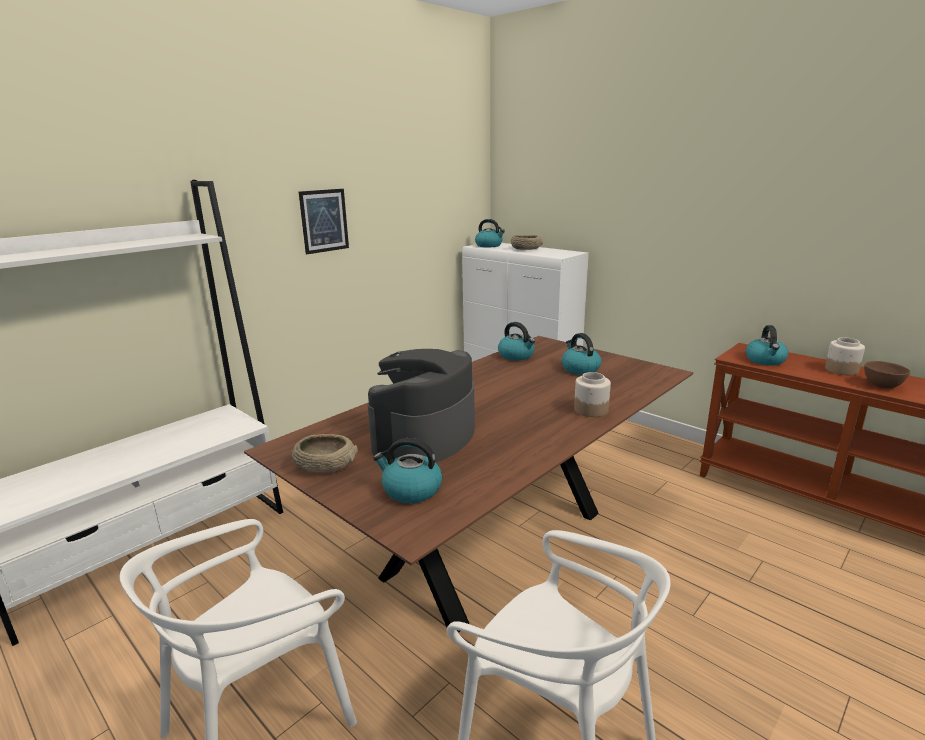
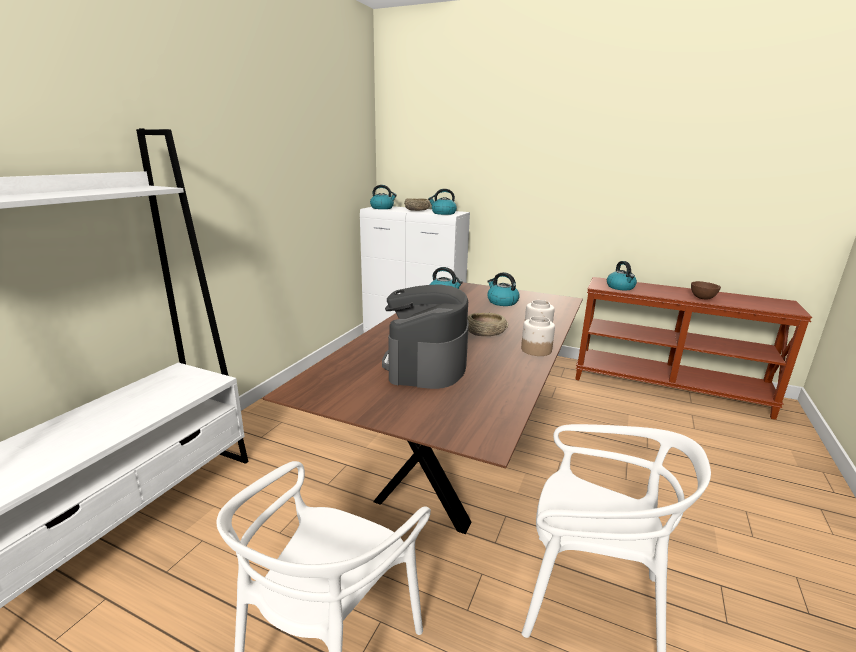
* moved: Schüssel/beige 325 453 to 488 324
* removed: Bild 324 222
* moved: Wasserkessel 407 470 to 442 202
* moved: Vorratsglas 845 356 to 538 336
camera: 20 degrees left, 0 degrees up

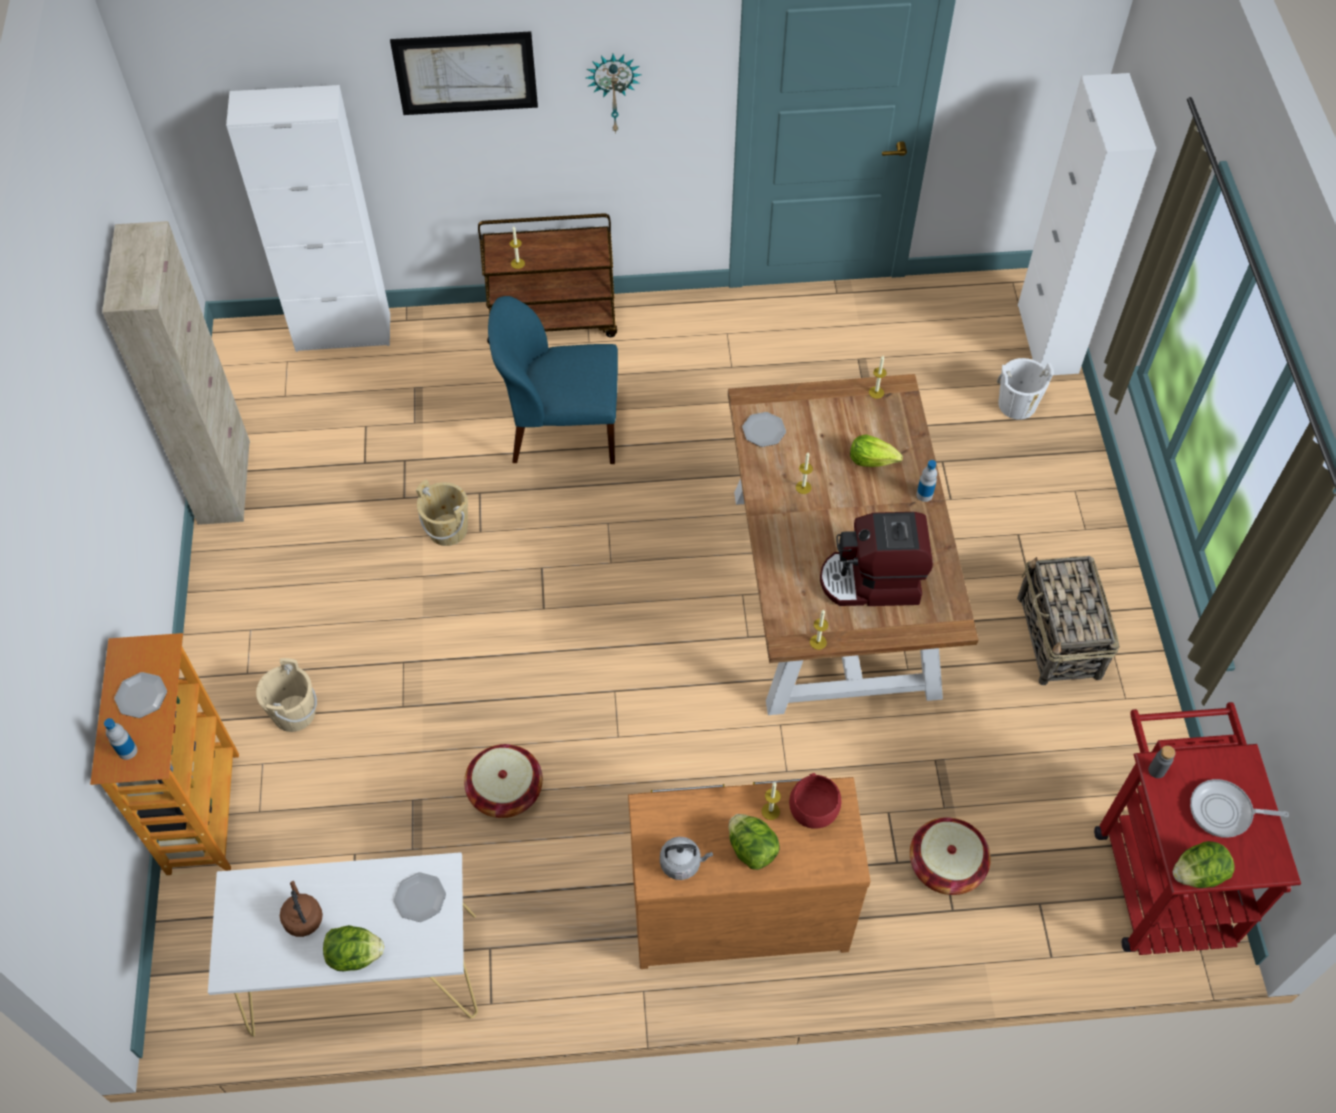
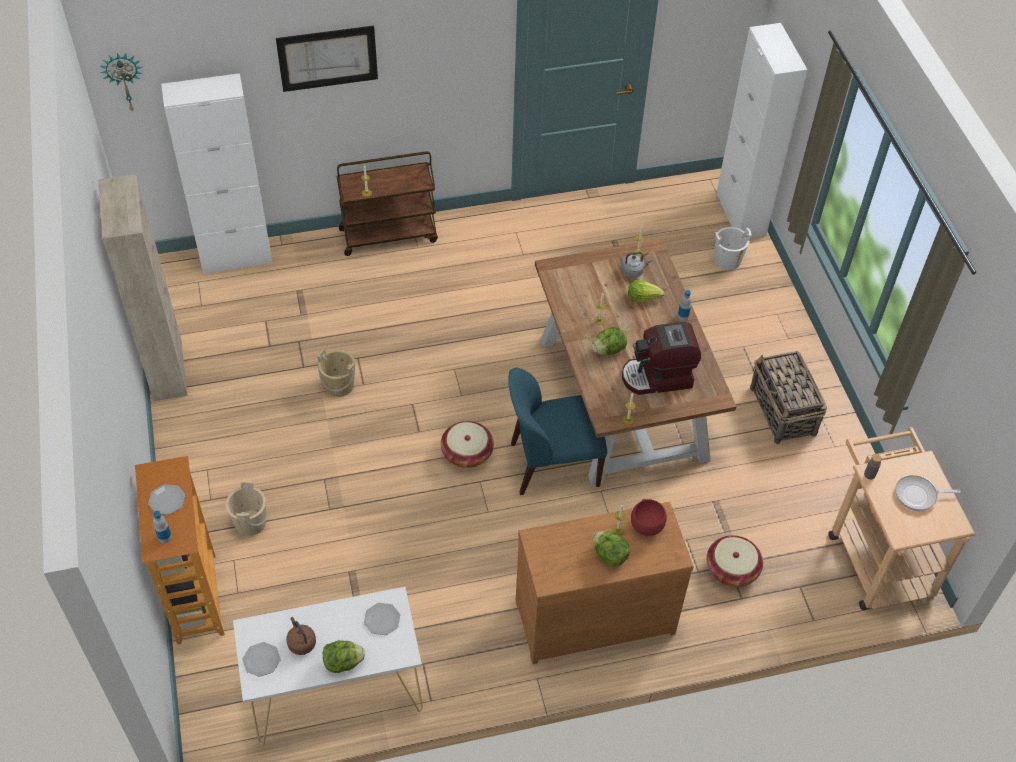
* moved: Korb 503 781 to 467 444
* moved: Stuhl/blau 553 380 to 557 431
* moved: Wanduhr 614 94 to 121 82
* moved: Wasserkessel/grau 686 858 to 636 265
* moved: Teller 764 429 to 261 659
* recoloured: Rollwagen/rot 1197 828 to Rollwagen/beige 901 518
* moved: Salatkopf 1204 864 to 609 341
camera: 10 degrees left, 5 degrees down

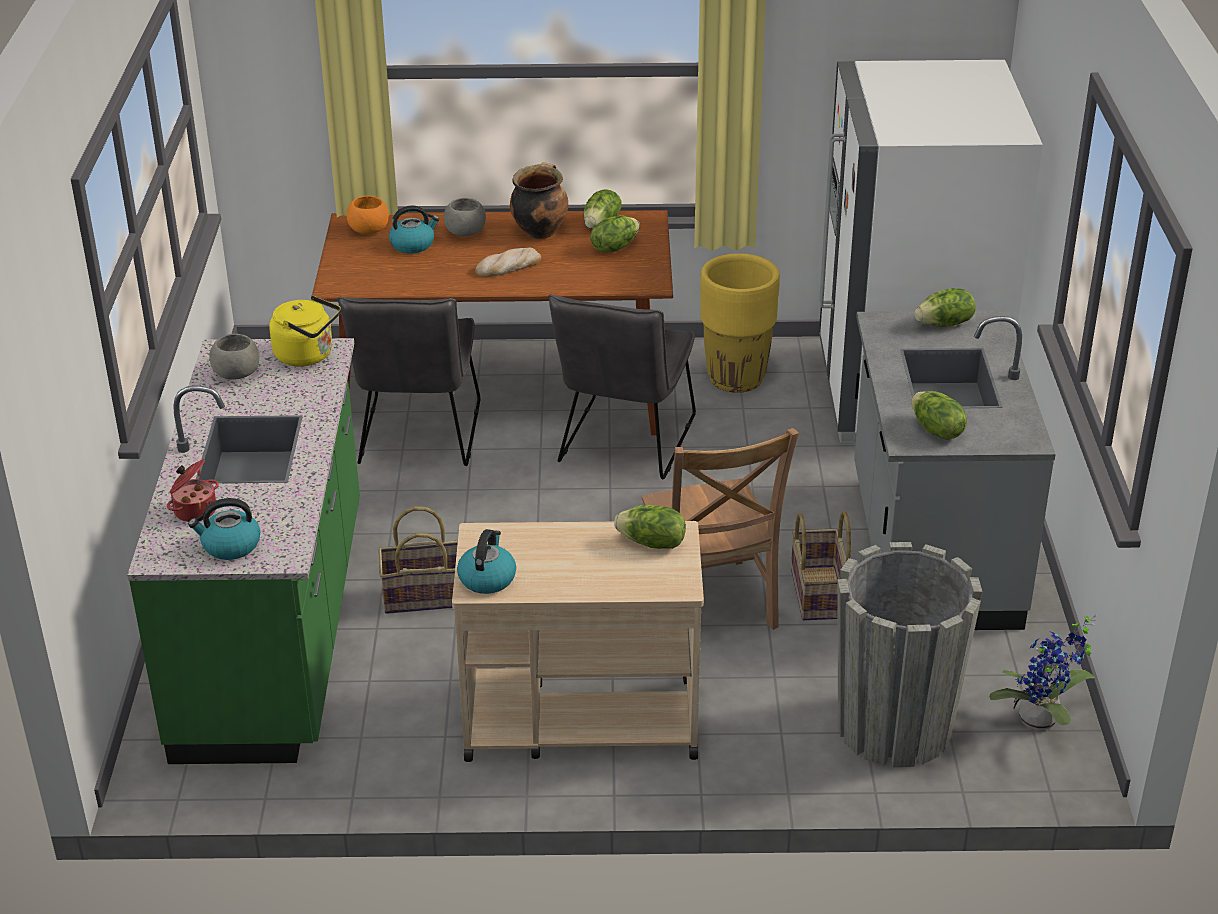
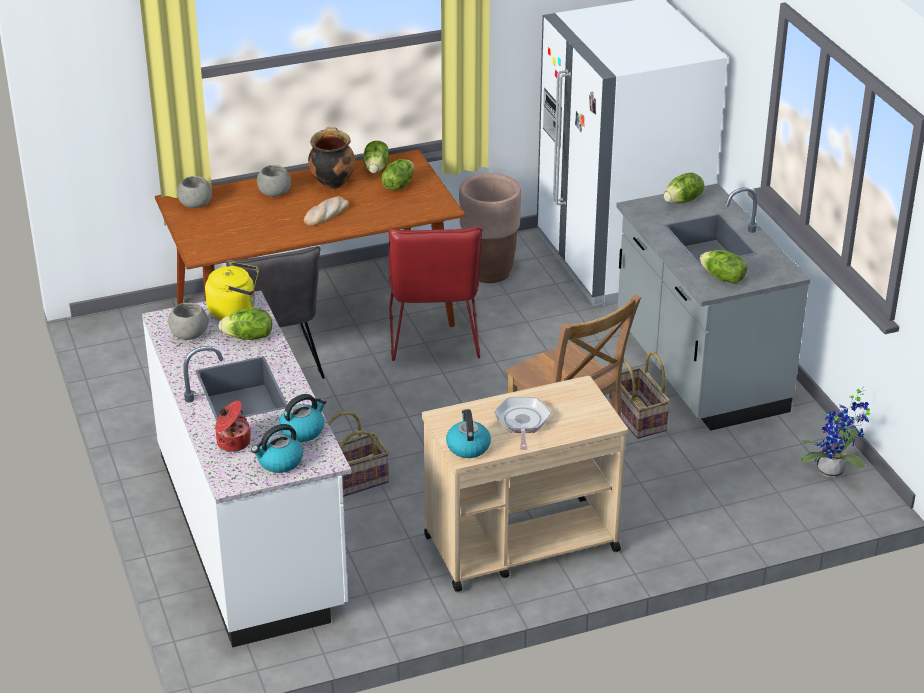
* recoloured: Küchenzeile/grün 243 551 to Küchenzeile/weiß 246 469
* recoloured: Schüssel/orange 368 215 to Schüssel/grau 194 192
* moved: Wasserkessel 414 229 to 302 418
* recoloured: Stuhl/grau 622 387 to Stuhl/rot 435 294
* moved: Salatkopf 650 527 to 245 324
* recoloured: Pflanzkübel/gelb 740 323 to Pflanzkübel/braun 490 228
* removed: Pflanzkübel/grau 910 654
* added: Pfanne 522 423
camera: 20 degrees left, 0 degrees up

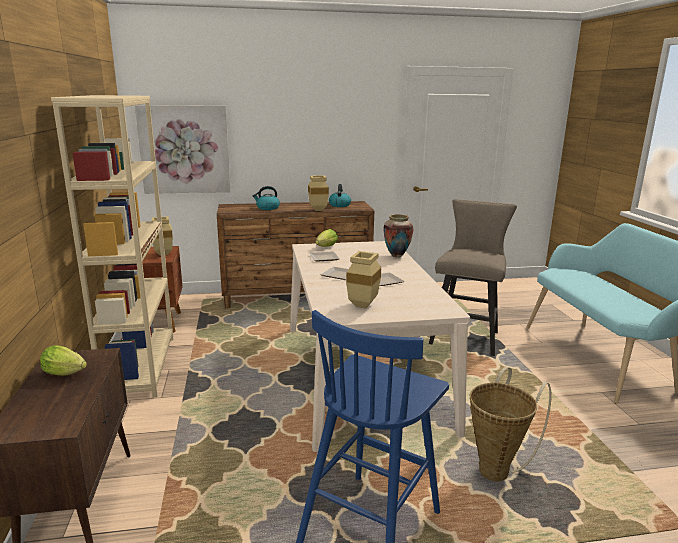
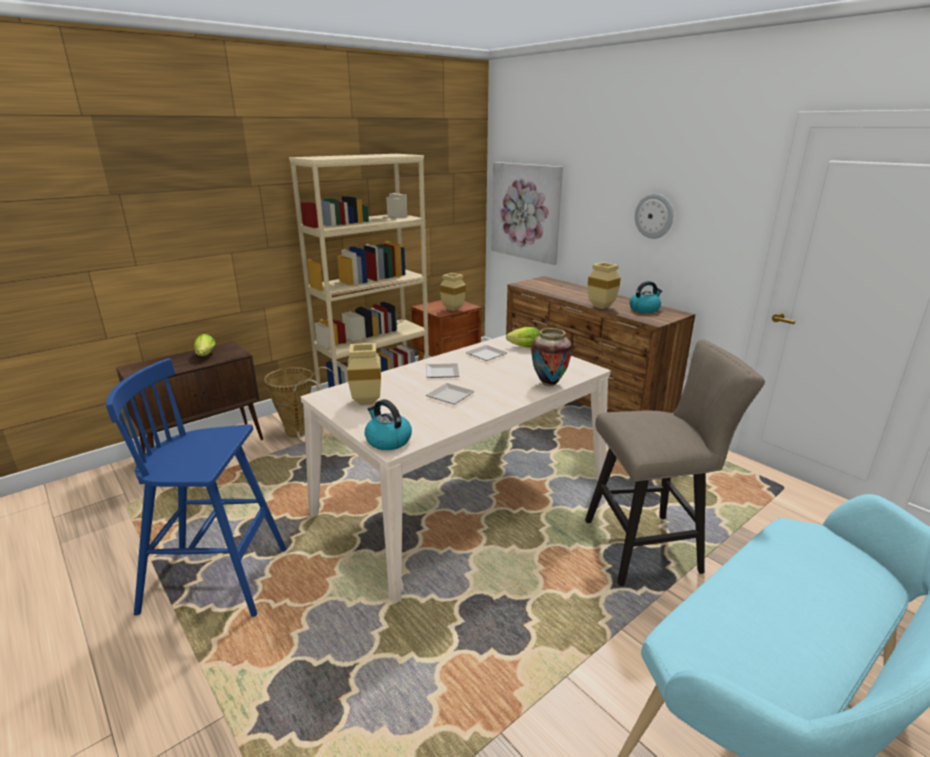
* moved: Wasserkessel 266 198 to 388 424
* moved: Korb 511 424 to 301 402
* added: Wanduhr 654 216
camera: 60 degrees right, 5 degrees up

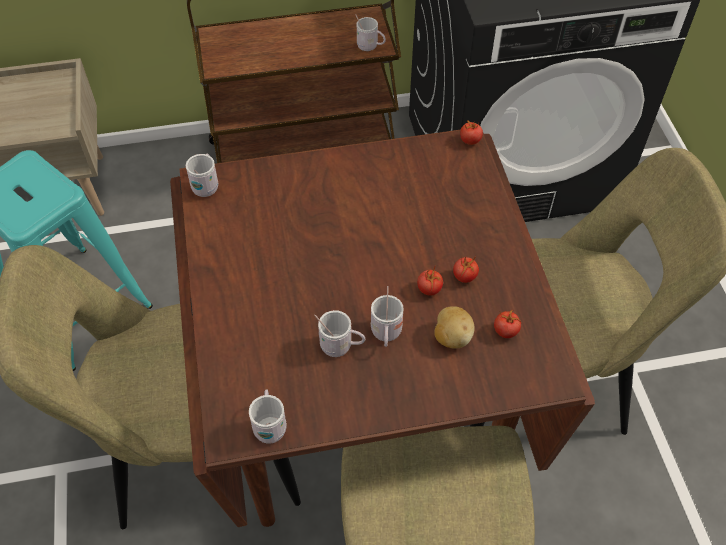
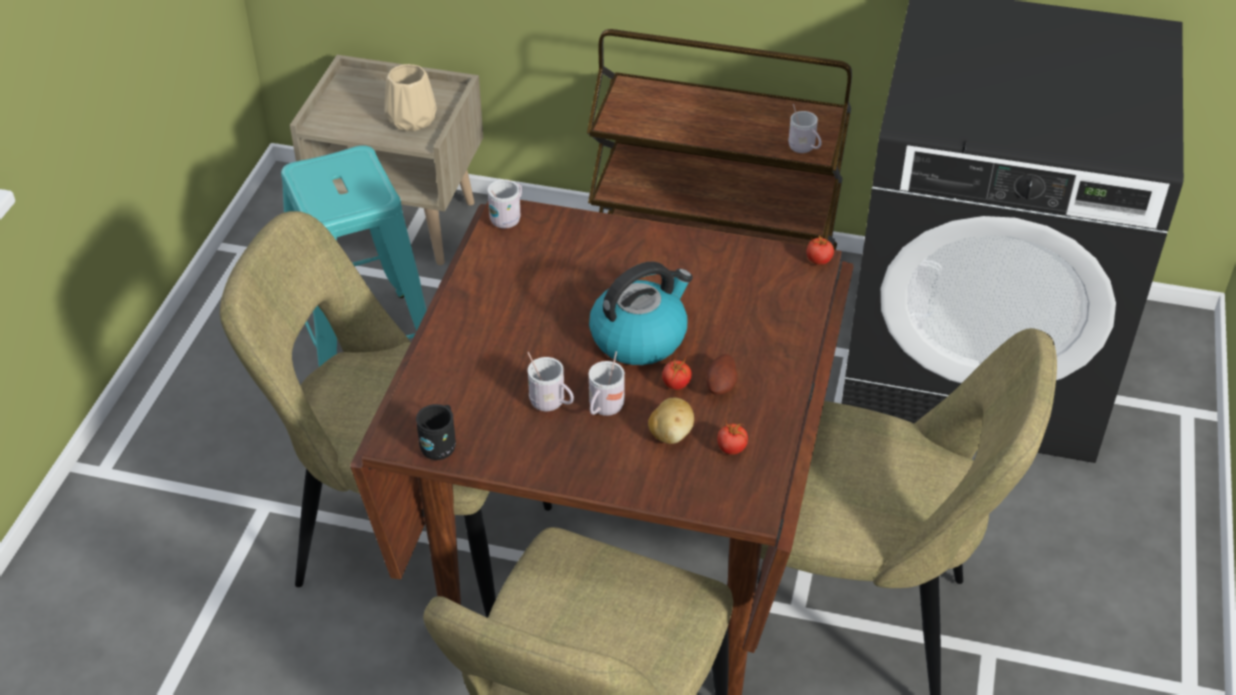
* recoloured: Henkelbecher/weiß 268 416 to Henkelbecher/schwarz 436 432
* replaced: Tomate 466 269 to Kartoffel 722 374
* added: Vase/beige 411 98
* added: Wasserkessel 641 313
camera: 25 degrees right, 10 degrees down

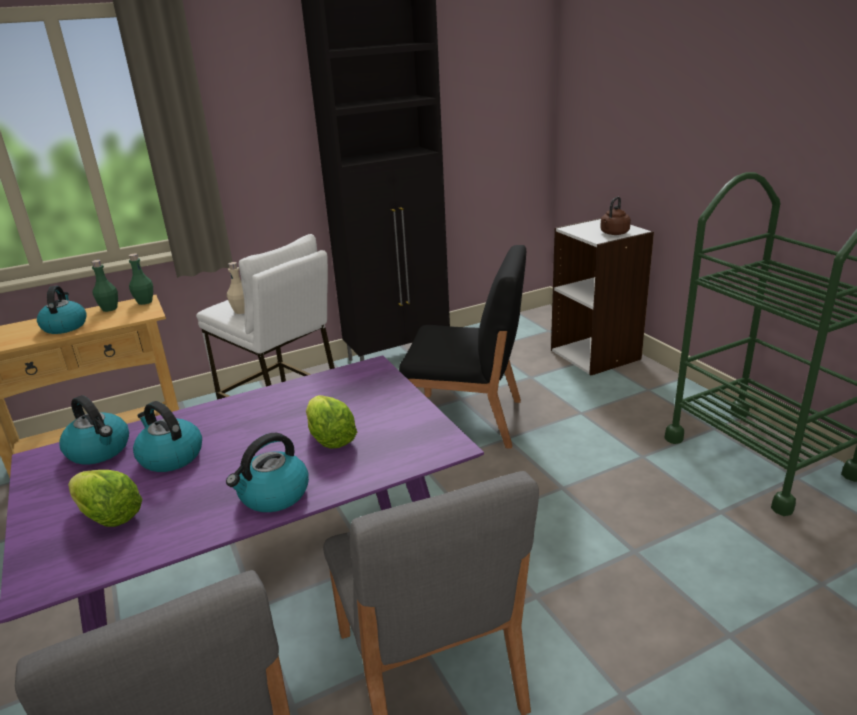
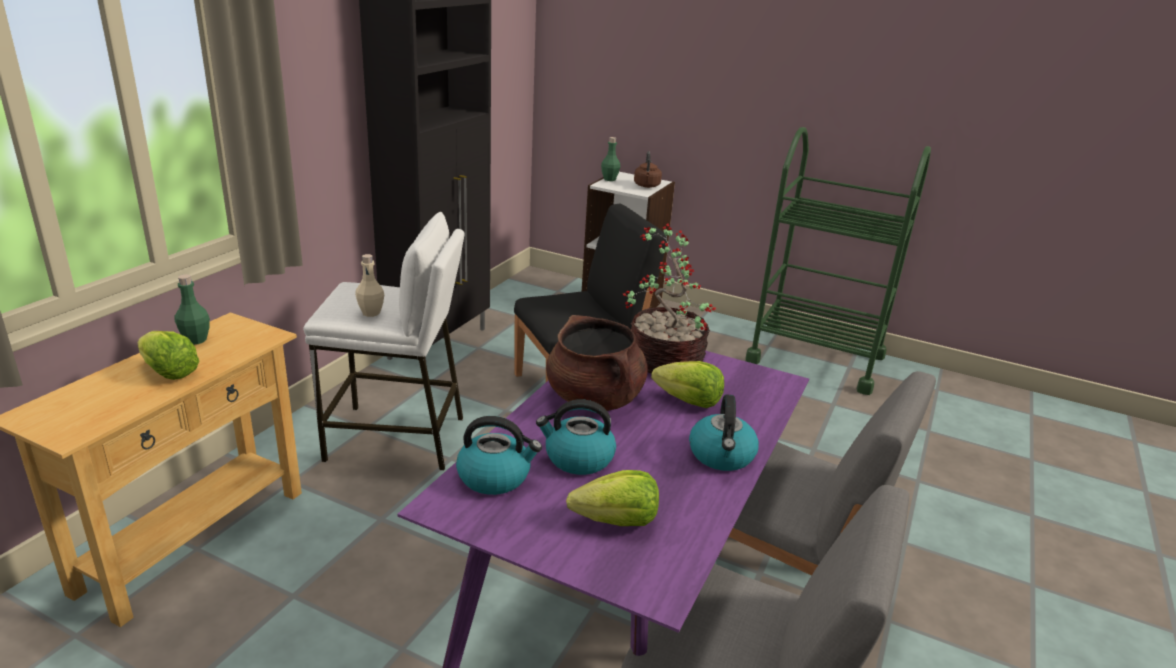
* replaced: Wasserkessel 61 310 to Salatkopf 168 355
* moved: Flasche/grün 141 279 to 610 159
* added: Kochtopf/braun 597 363
* added: Topfpflanze 669 298
camera: 40 degrees left, 0 degrees up

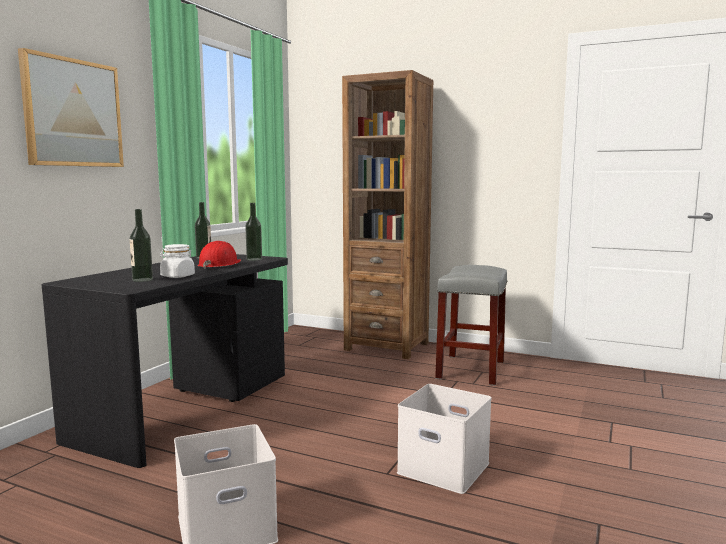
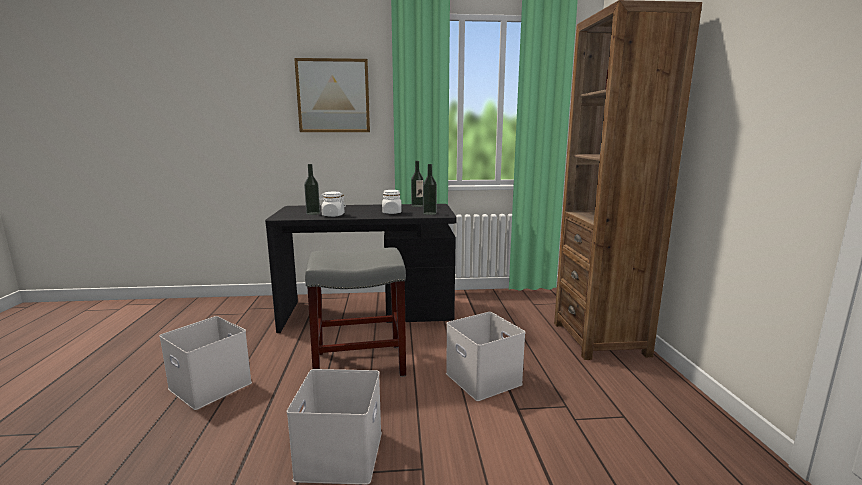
* replaced: Schutzhelm/rot 219 255 to Vorratsglas/weiß 392 202
* moved: Hocker/grau 471 325 to 355 312
* added: Aufbewahrungsbox/weiß 486 356
camera: 60 degrees right, 5 degrees up

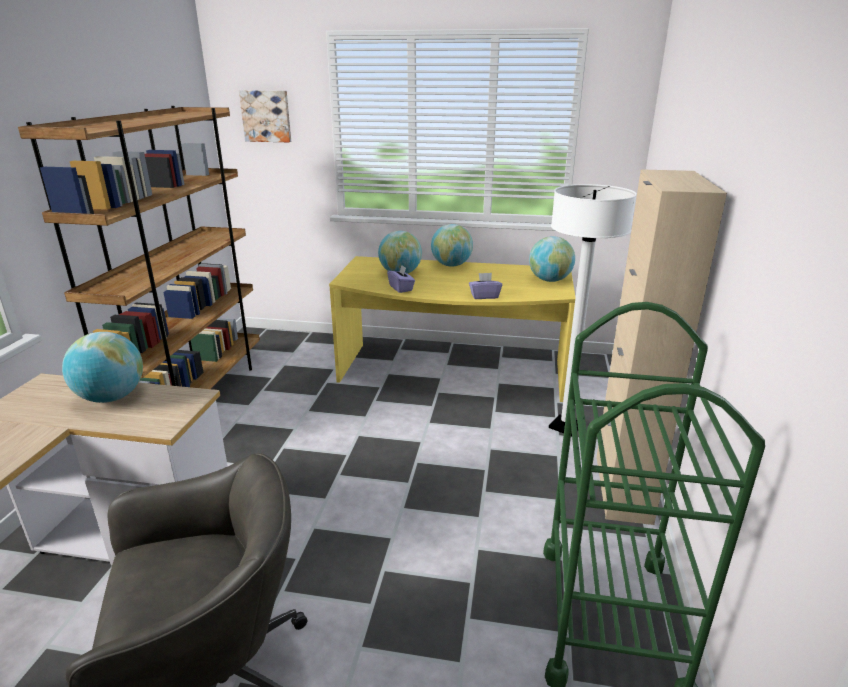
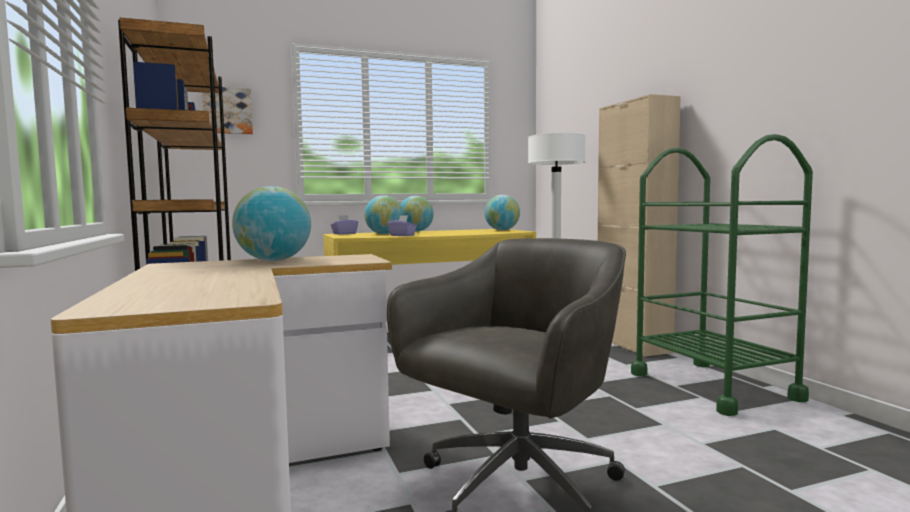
* moved: Taschentuchbox/lila 485 286 to 344 225
camera: 30 degrees left, 20 degrees down

